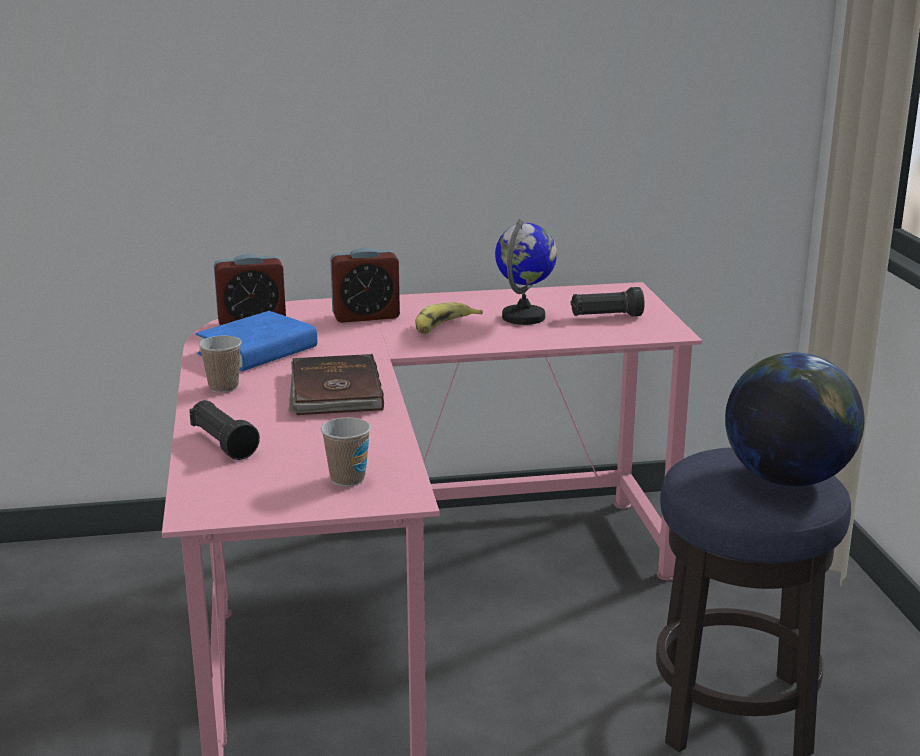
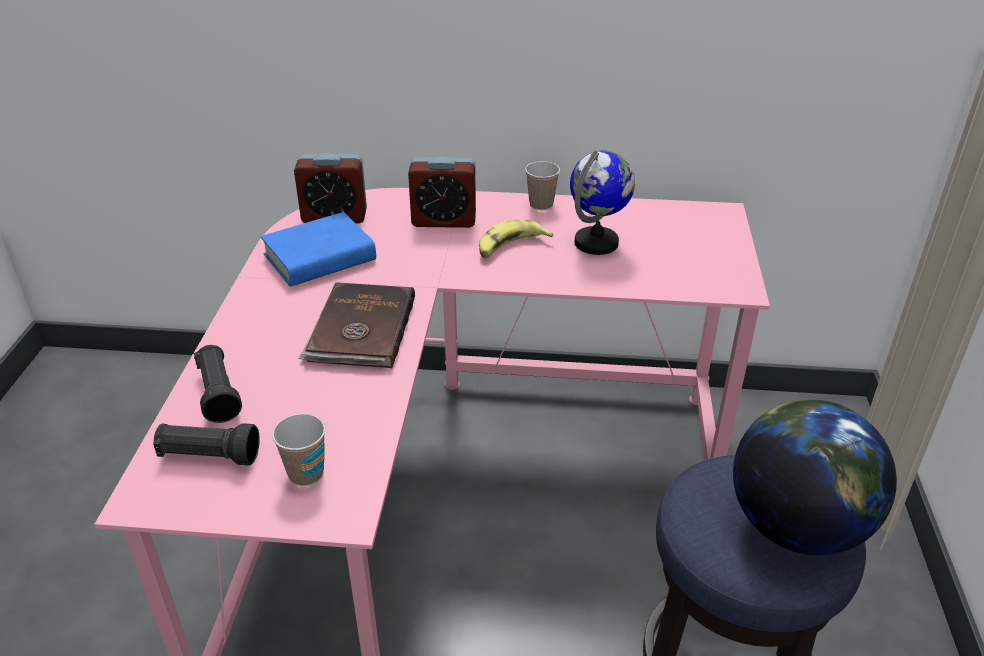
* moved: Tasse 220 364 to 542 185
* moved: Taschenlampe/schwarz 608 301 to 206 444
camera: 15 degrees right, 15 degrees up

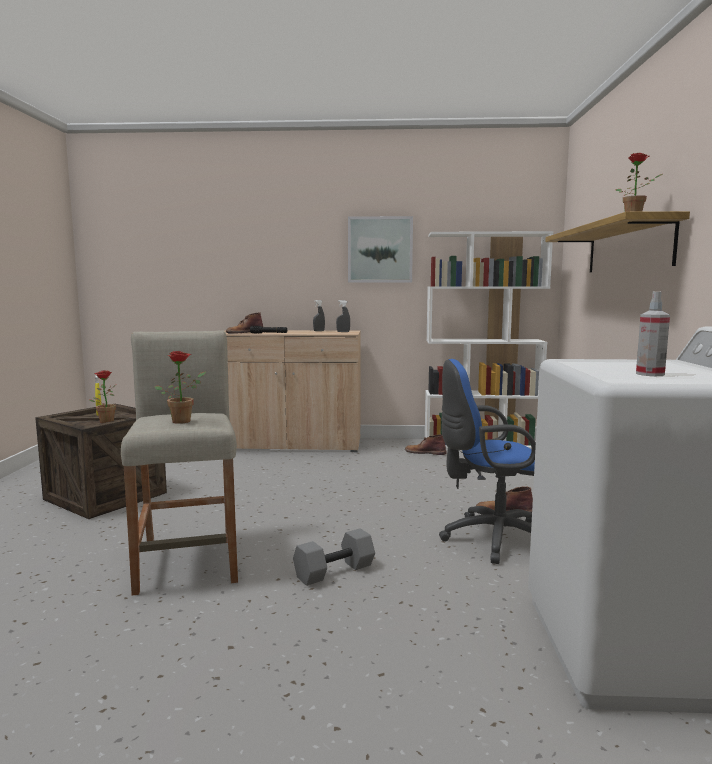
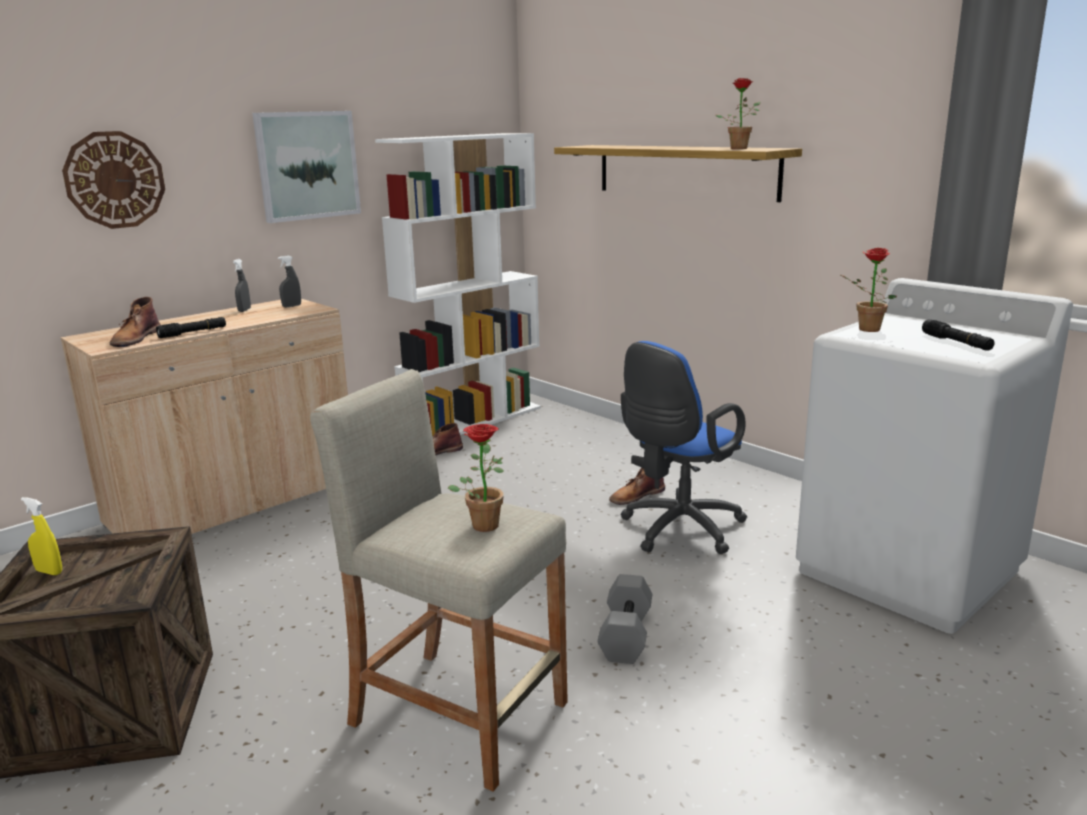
* moved: Topfpflanze 102 396 to 868 290
* replaced: Sprühflasche 653 333 to Taschenlampe/schwarz 958 334
* added: Wanduhr 113 180
camera: 45 degrees left, 10 degrees up

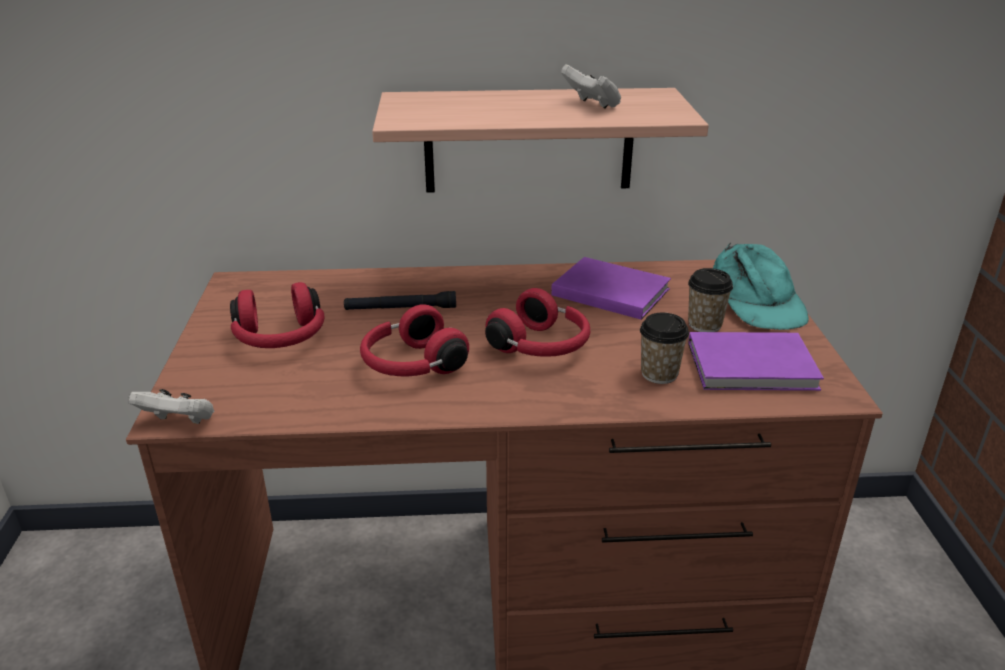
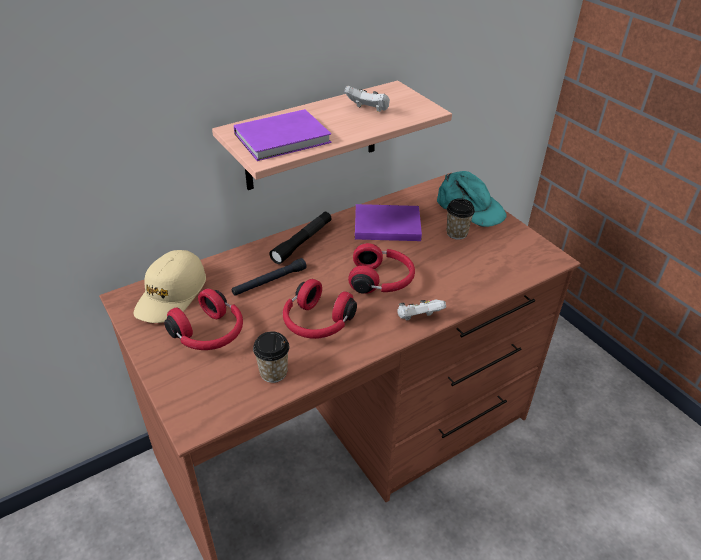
* moved: Gamepad/weiß 171 406 to 421 310
* moved: Tasse 664 348 to 271 357
* moved: Buch/lila 756 361 to 282 135
* added: Kappe/beige 170 286
* added: Taschenlampe/schwarz 300 238
camera: 30 degrees left, 10 degrees up

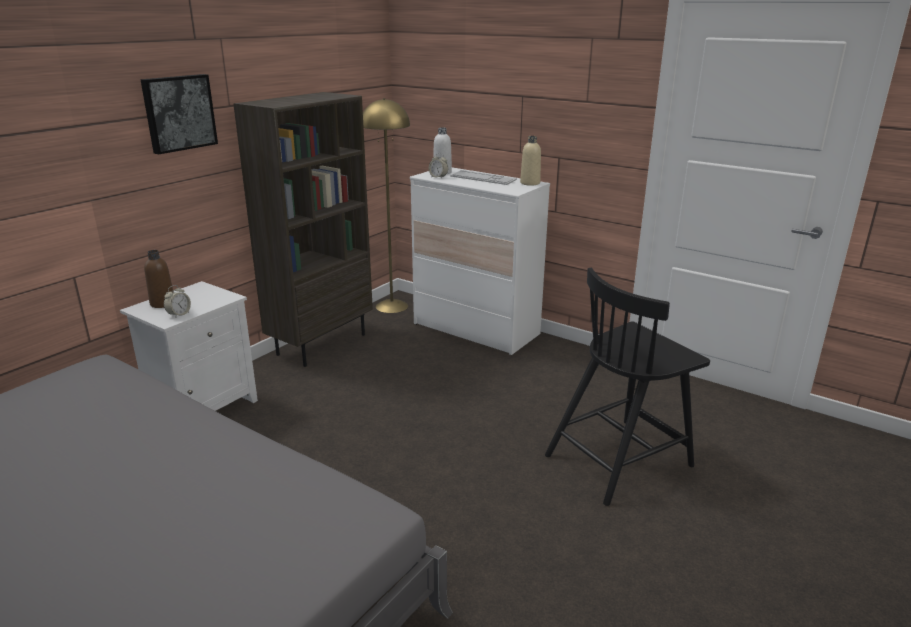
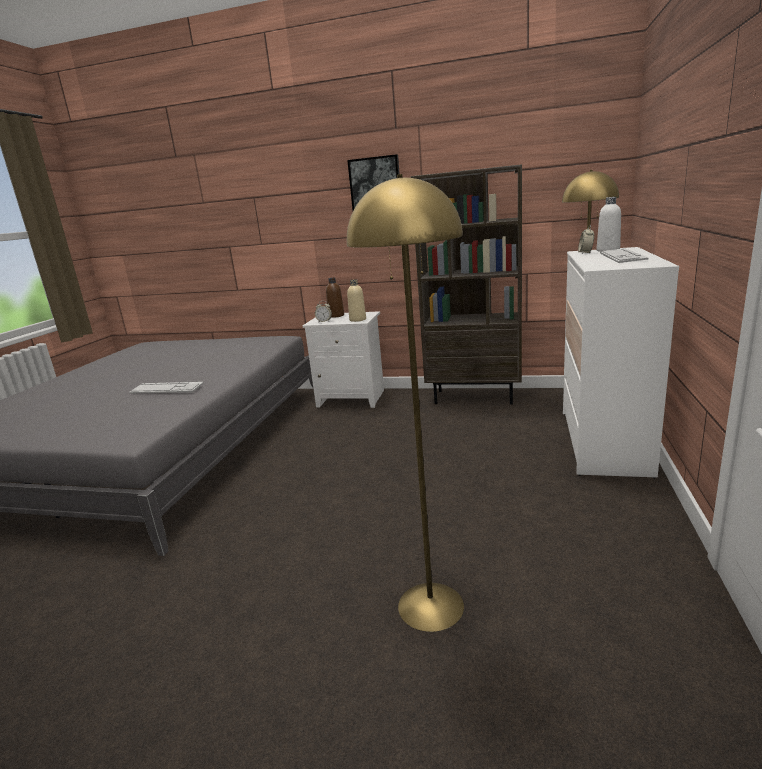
* moved: Flasche/beige 530 161 to 356 300
* replaced: Stuhl/schwarz 627 387 to Stehlampe/gelb 405 403
* added: Tastatur 166 388
camera: 70 degrees right, 5 degrees down

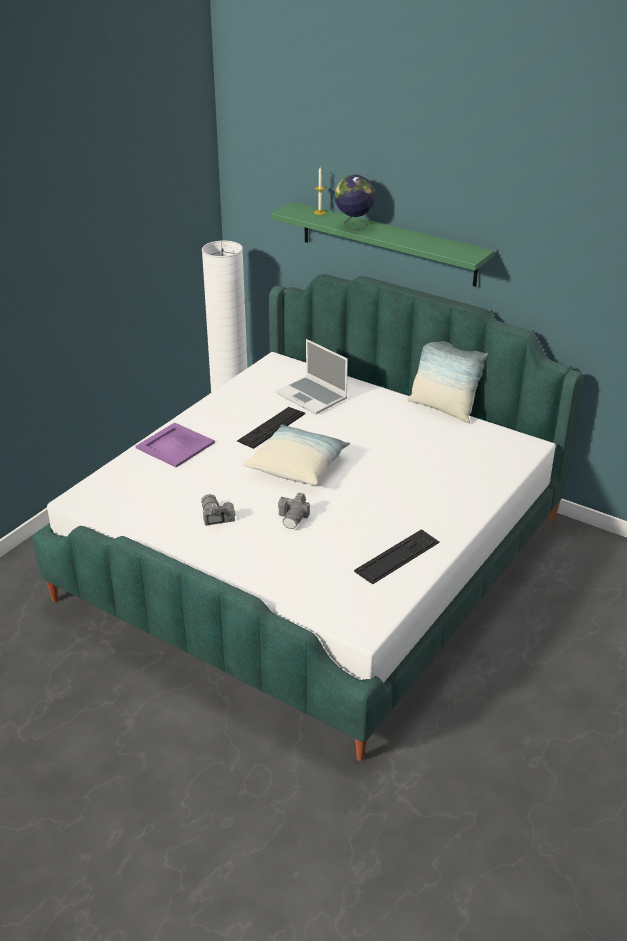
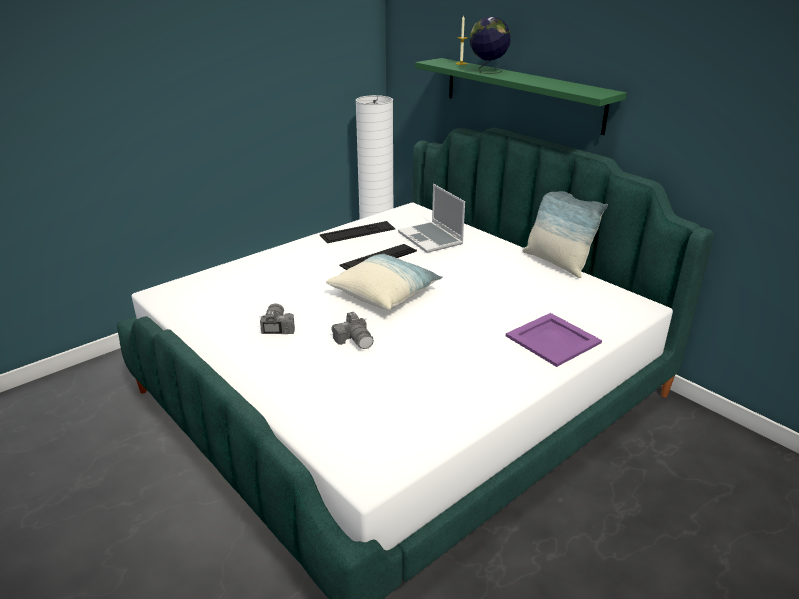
* moved: Tablett/lila 175 445 to 554 340
* turned: Kamera 294 511 = 352 330 60 degrees counterclockwise
* moved: Tastatur 397 556 to 357 232
camera: 15 degrees right, 5 degrees down

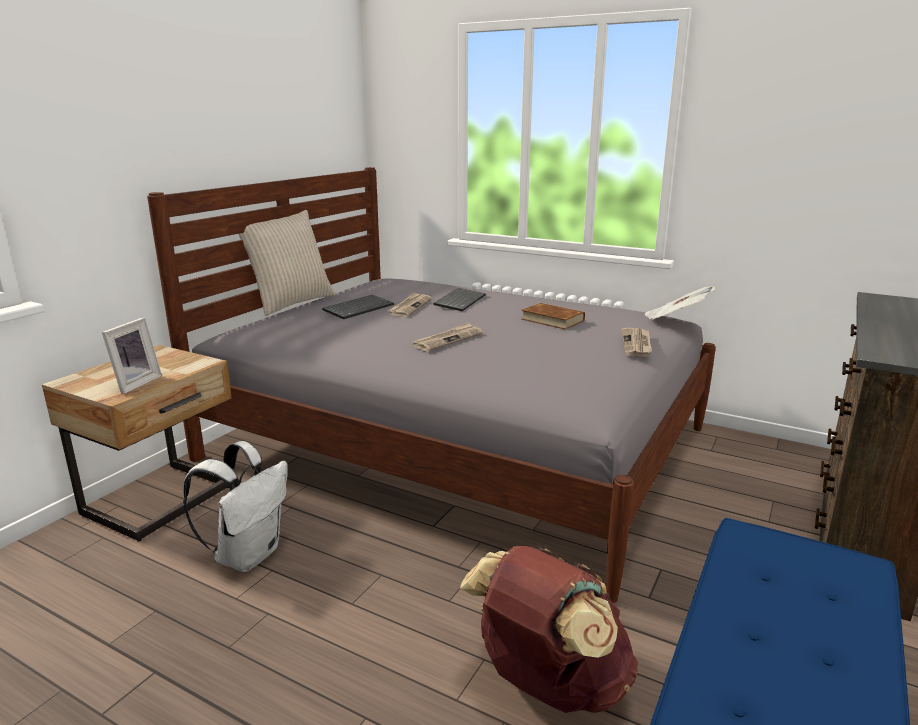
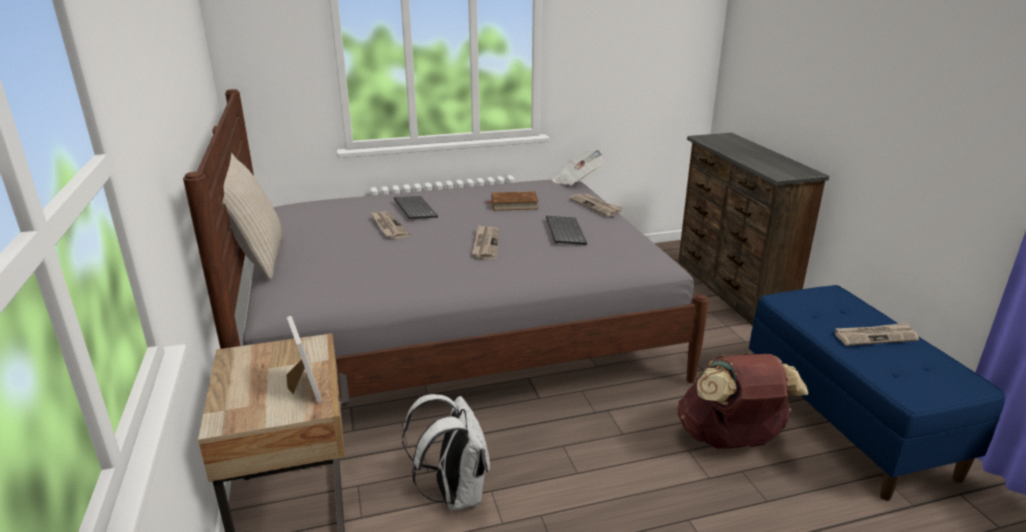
* moved: Tastatur 358 307 to 566 230
* added: Zeitung 877 334
camera: 45 degrees left, 5 degrees up

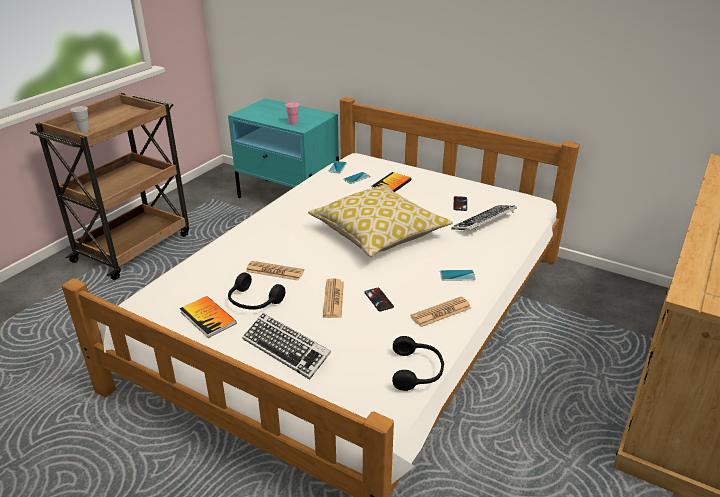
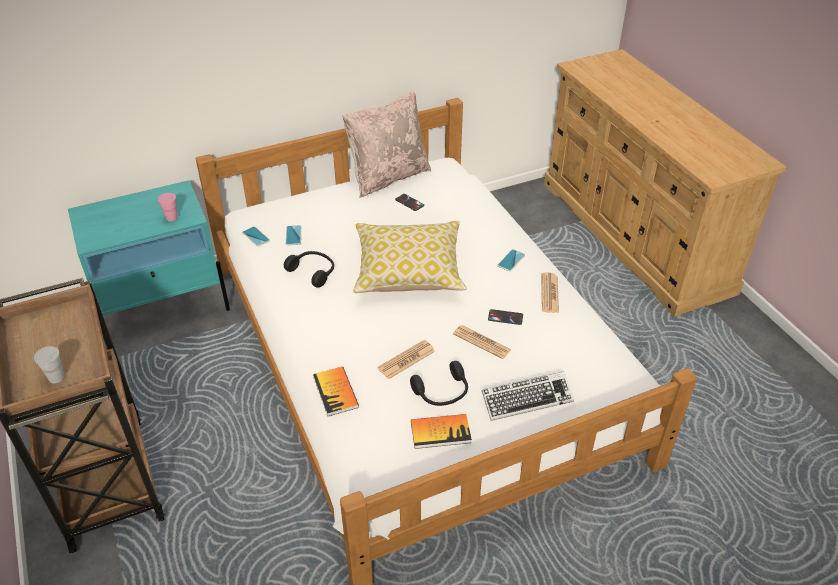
* moved: Buch 391 182 to 336 391
* moved: Kopfhörer/schwarz 418 363 to 309 269
* removed: Tastatur 484 218
* added: Kissen/beige 386 144
camera: 55 degrees left, 10 degrees up

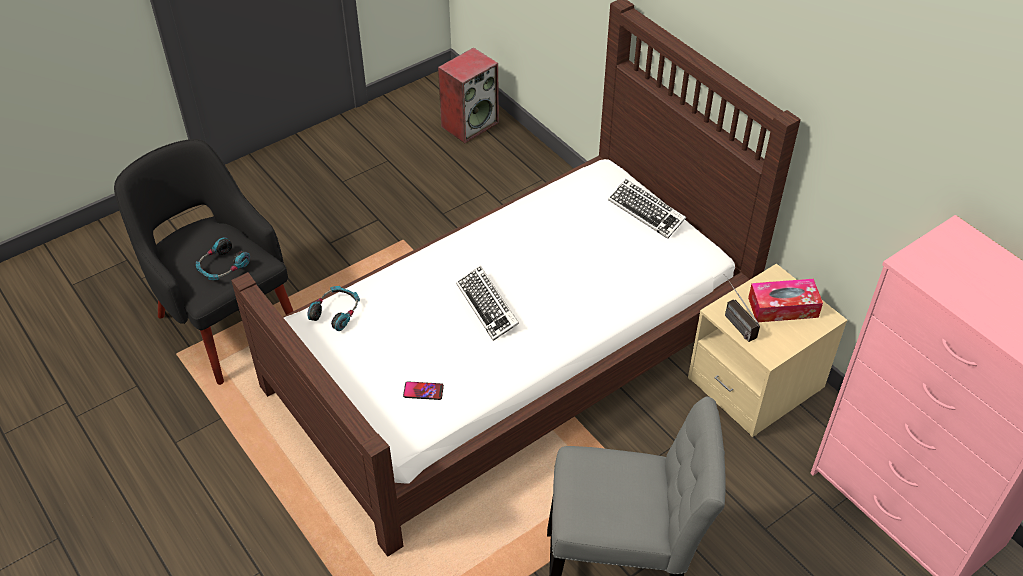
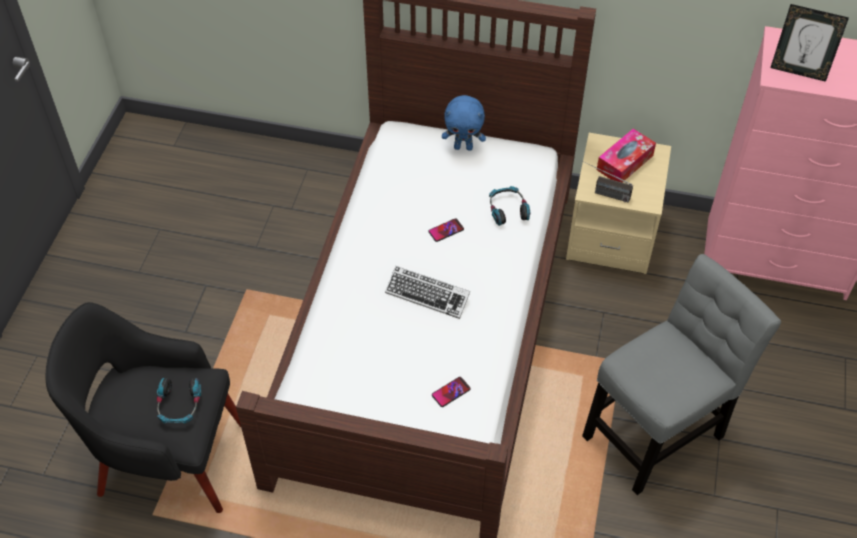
* moved: Kopfhörer 333 308 to 509 206
* removed: Lautsprecher 468 95
* replaced: Tastatur 647 209 to Plüschtier/blau 464 123
* added: Handy 446 230
* added: Bilderrahmen 809 43
camera: 40 degrees left, 5 degrees up

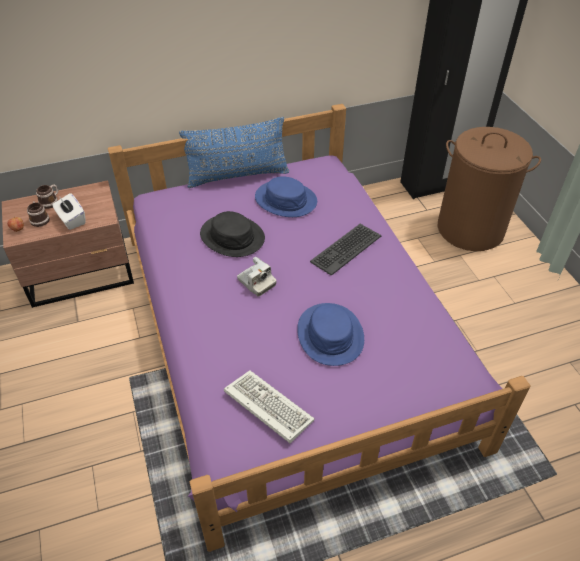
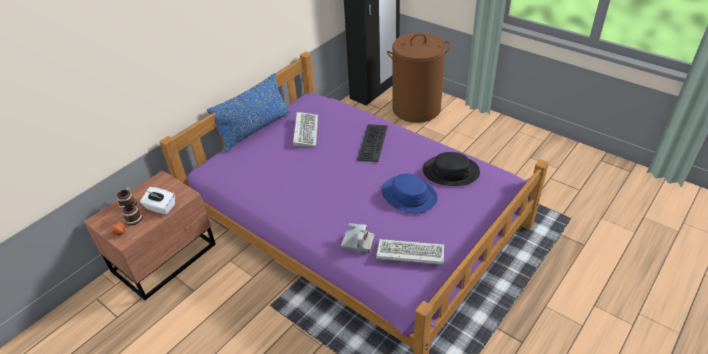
* moved: Hut/schwarz 232 234 to 451 169
* moved: Kamera 257 277 to 358 238
* replaced: Hut/blau 286 196 to Tastatur 305 129
camera: 30 degrees left, 5 degrees down

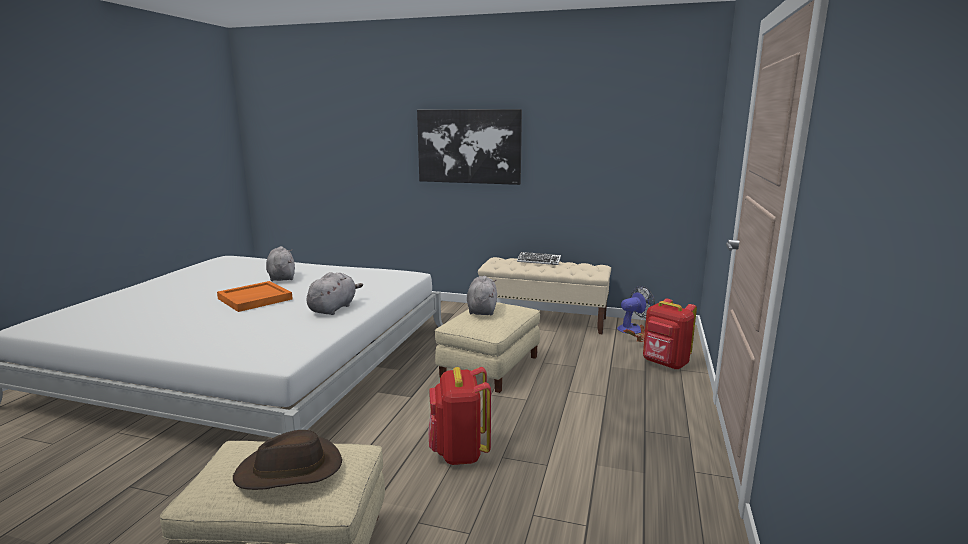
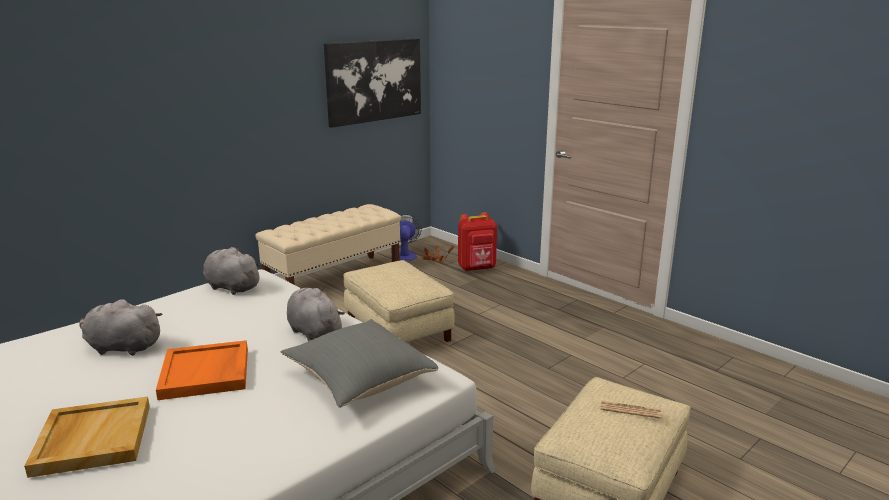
* replaced: Hut/braun 287 460 to Zeitung 630 410
* moved: Bild 469 147 to 372 83
* removed: Rucksack/rot 459 416
* moved: Plüschtier/grau 482 295 to 232 271
* removed: Tastatur 539 258
* added: Tablett/beige 87 437
* added: Kissen/grau 359 363
camera: 60 degrees left, 5 degrees up

